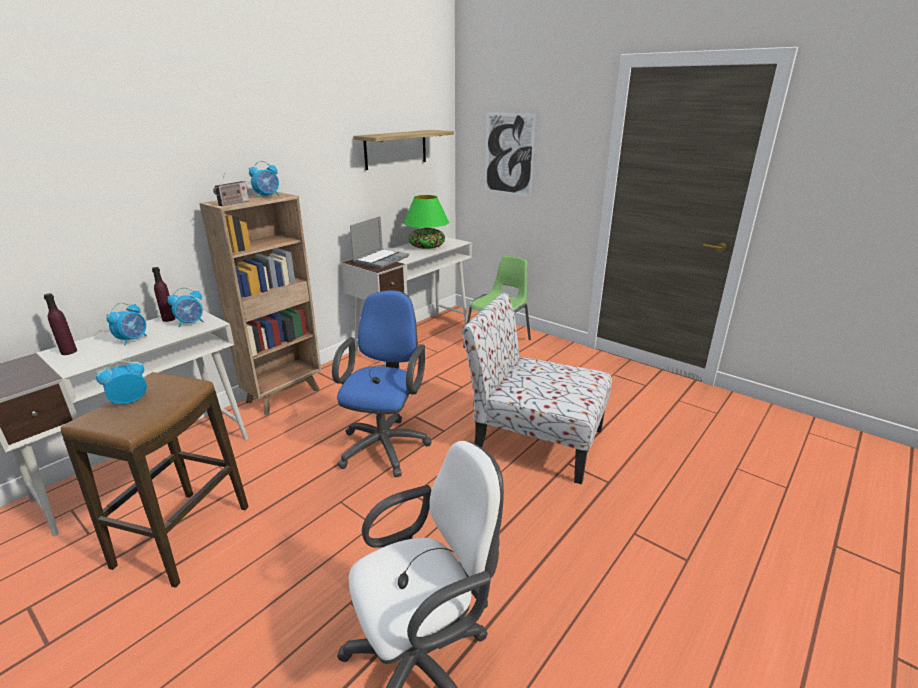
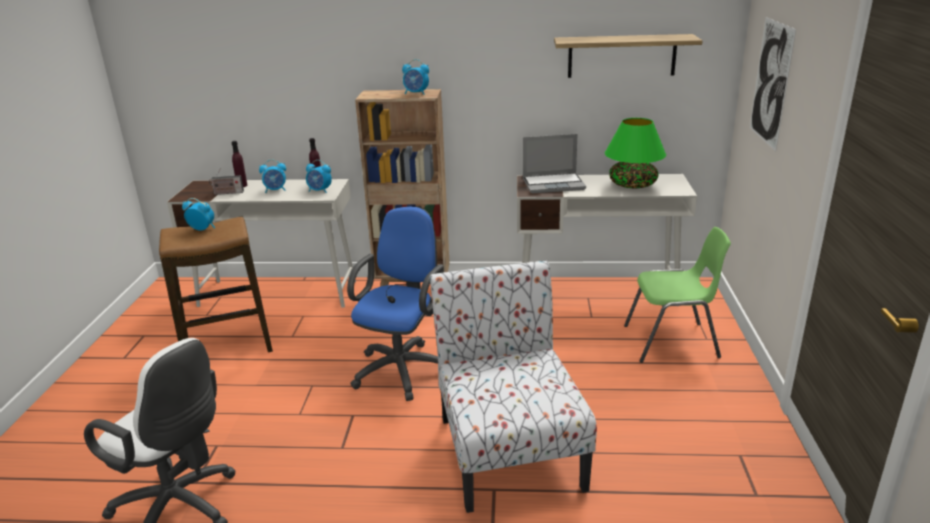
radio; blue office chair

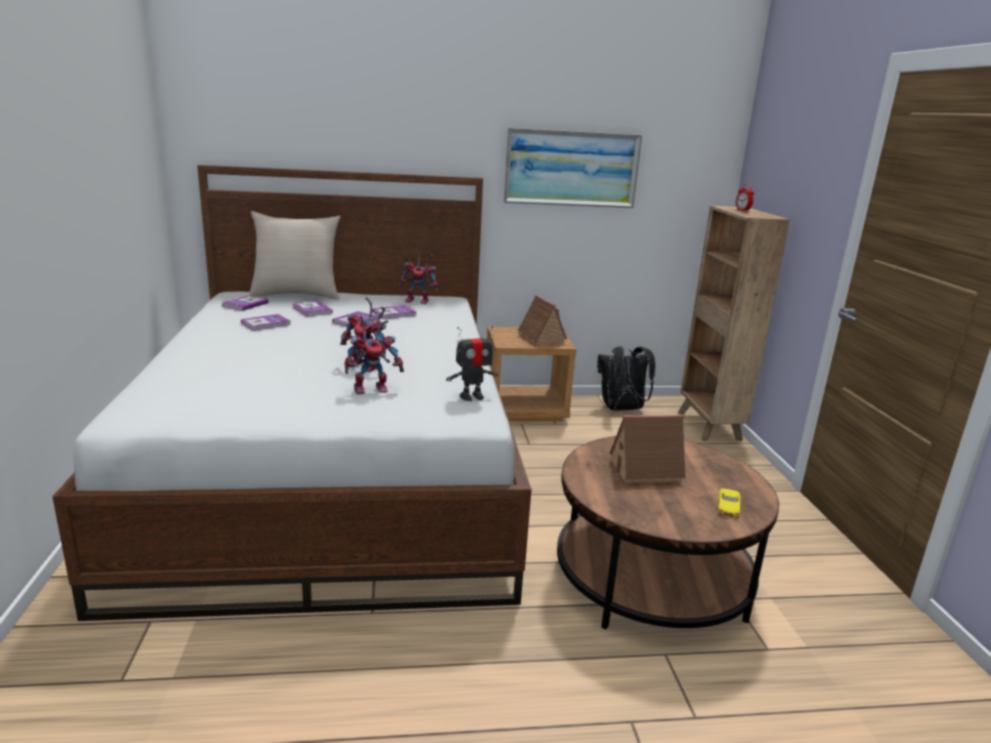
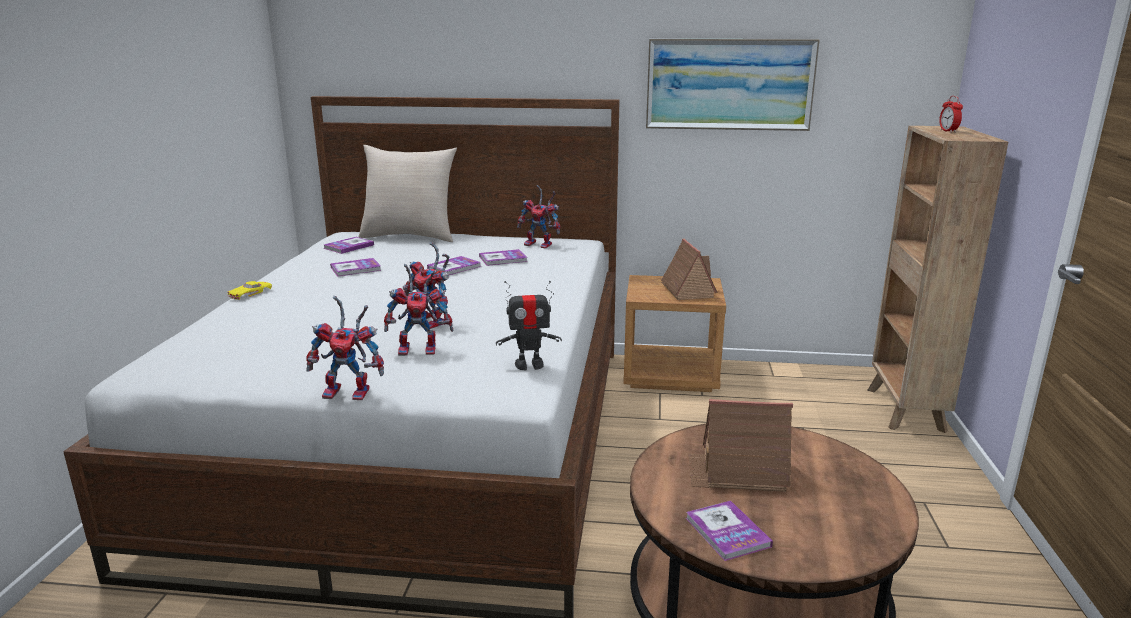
yellow toy car; toy robot (1st from left); book (5th from left); black backpack

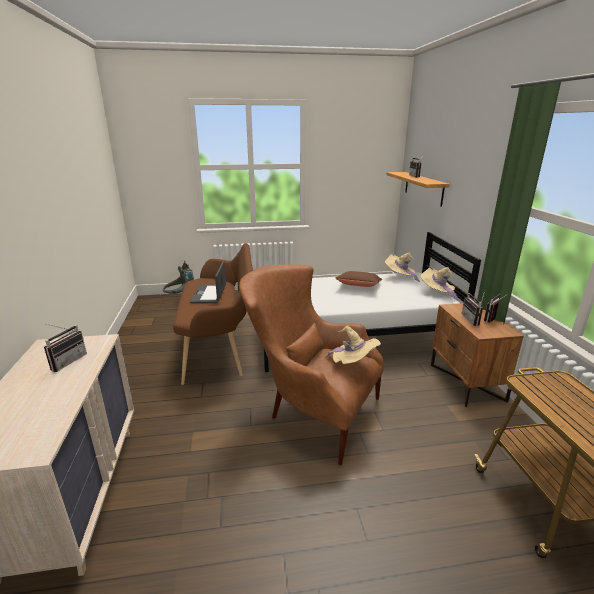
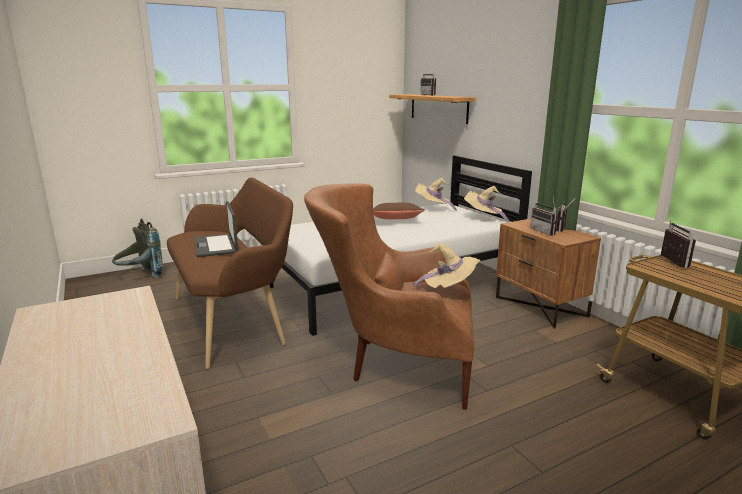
radio (4th from left)

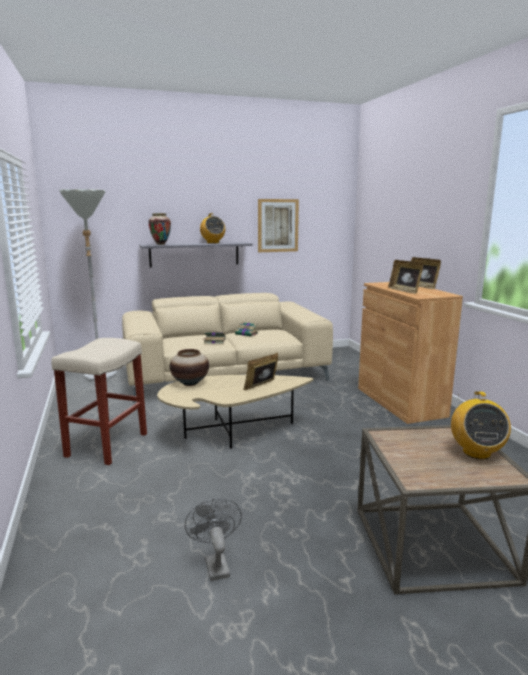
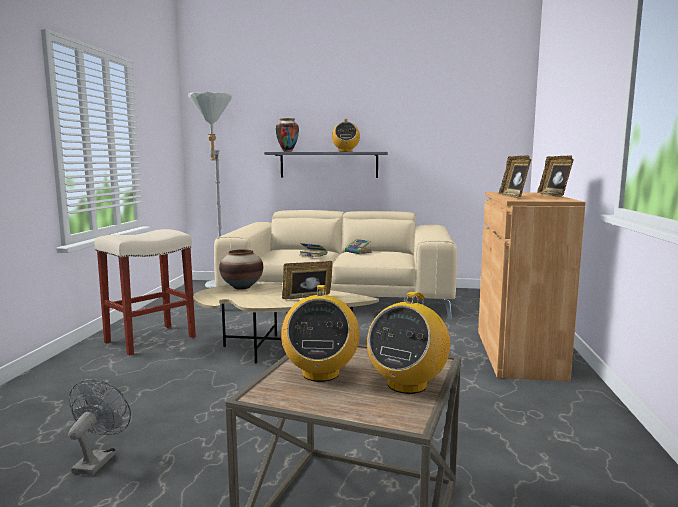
radio (1st from left); picture

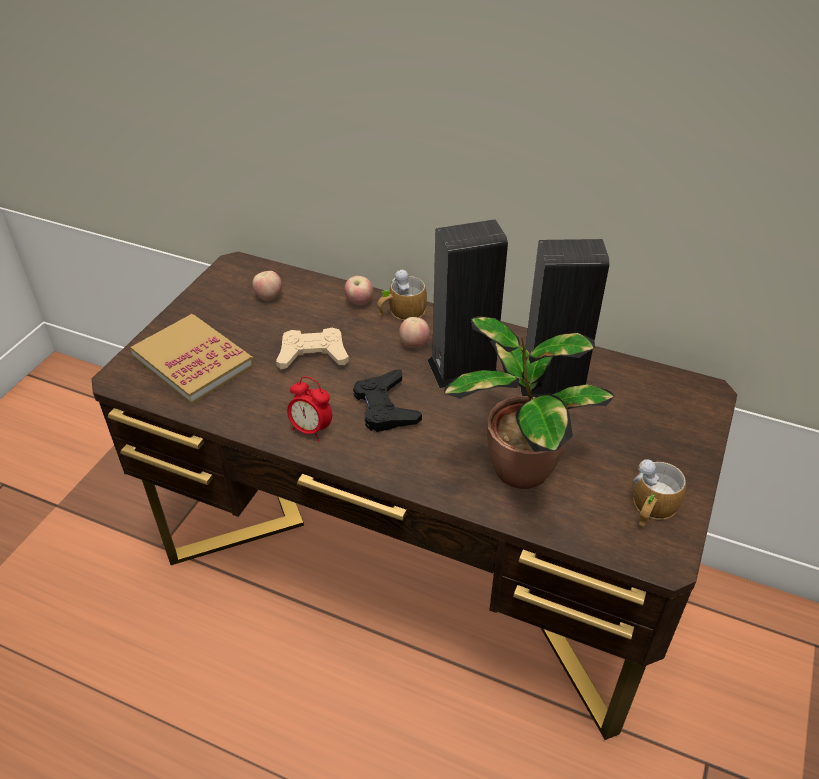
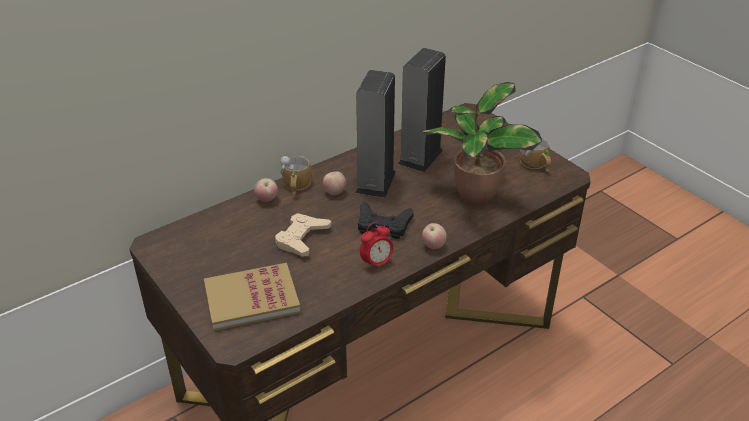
apple (3rd from left)

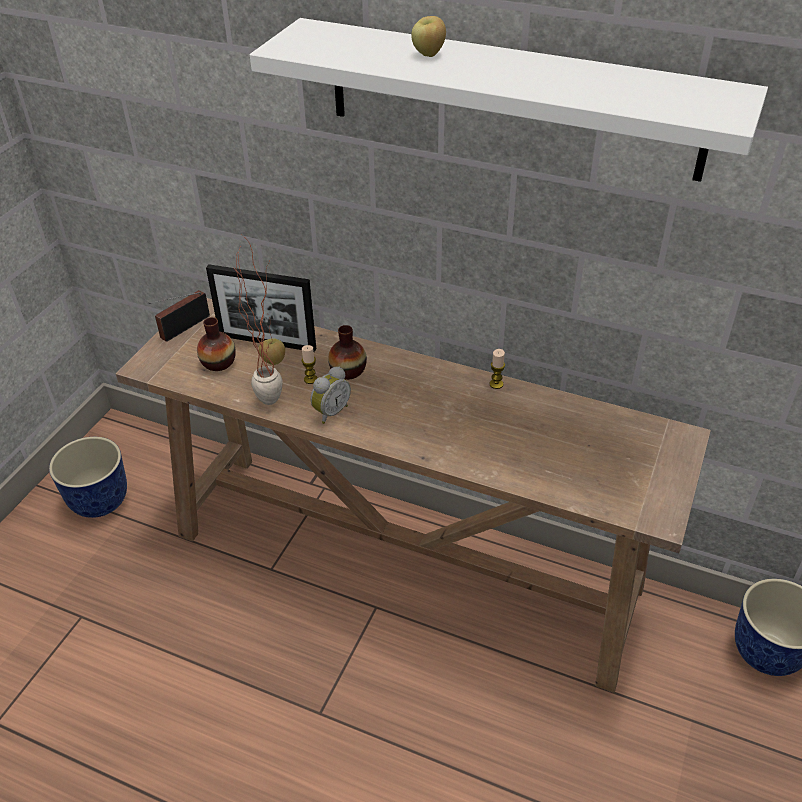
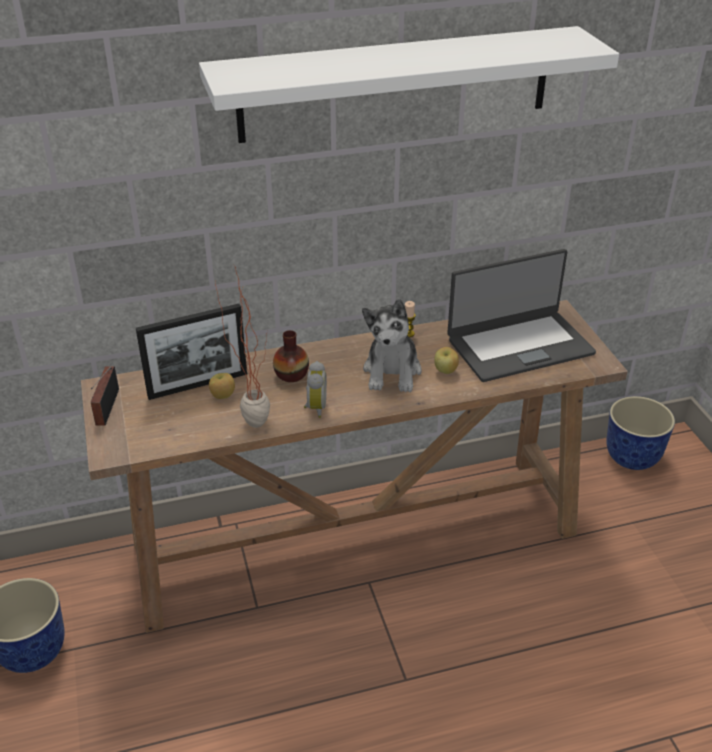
plush toy; apple (2nd from left); laptop; vase (1st from left in the first image); candle (1st from left in the first image)

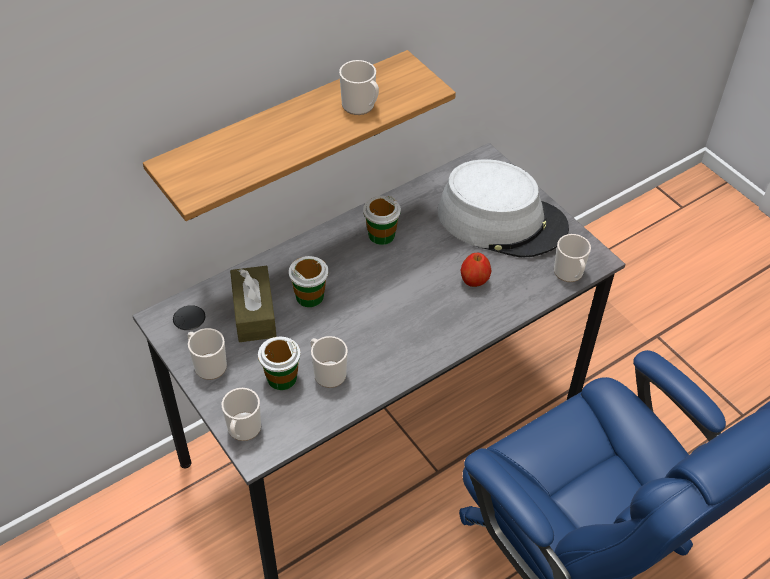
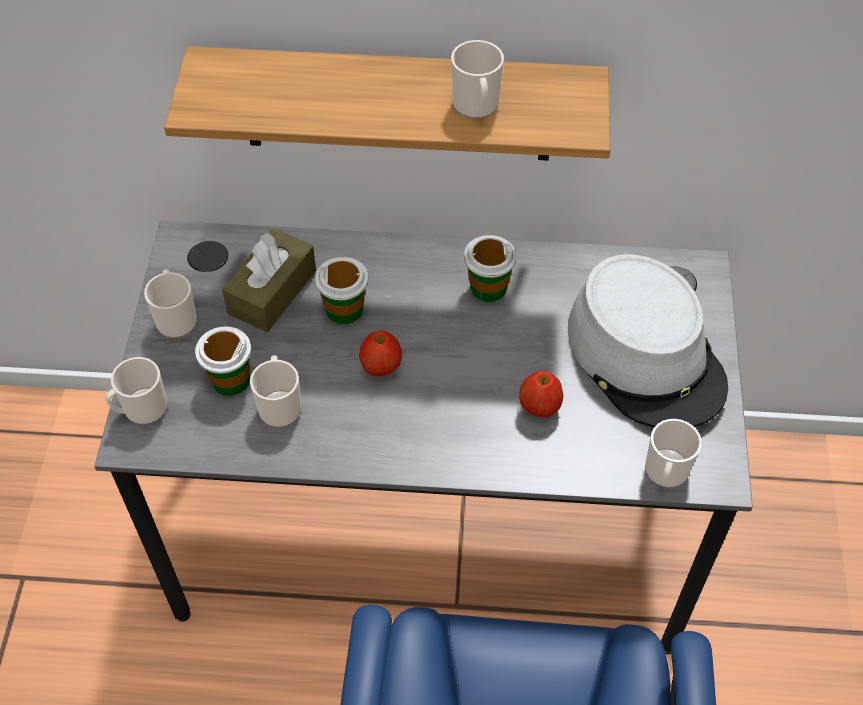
apple (1st from left)

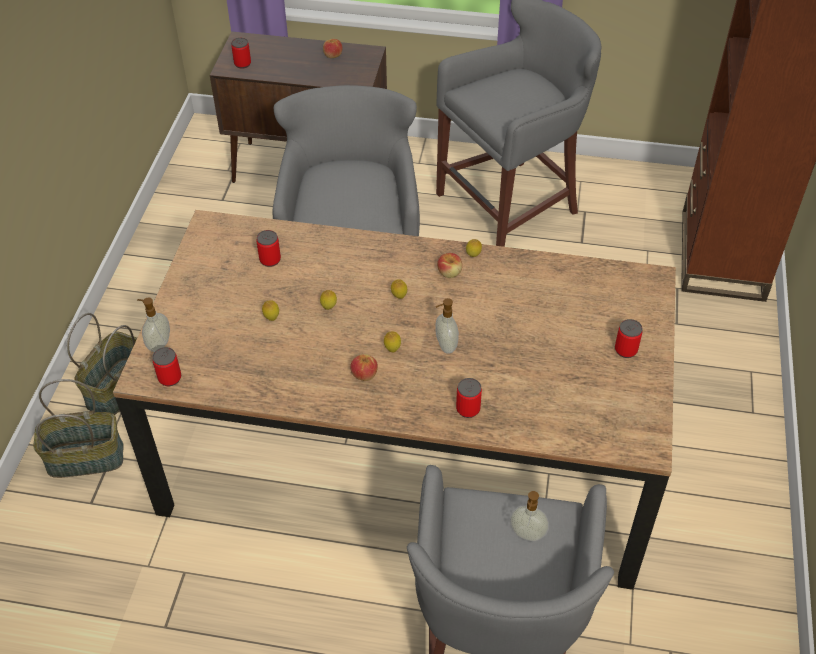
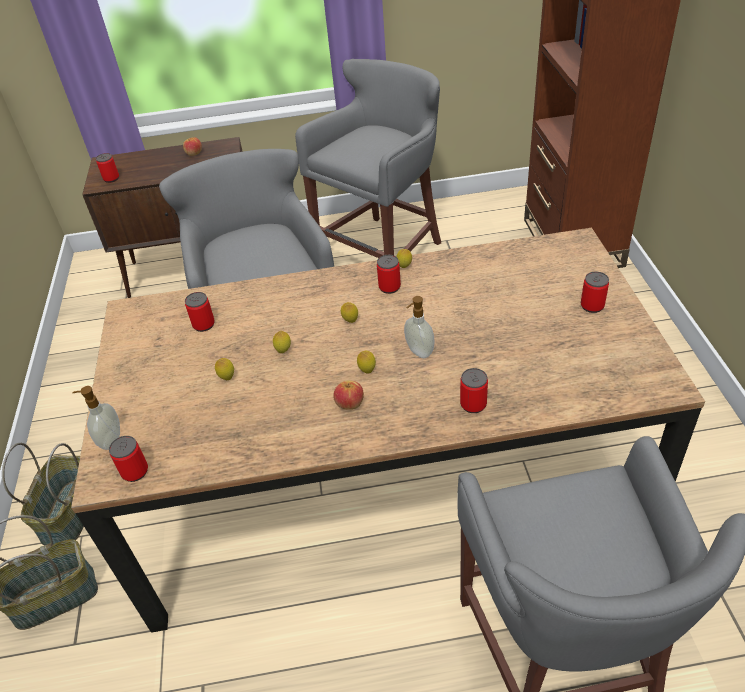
can (4th from left); soap dispenser (3rd from left in the first image)

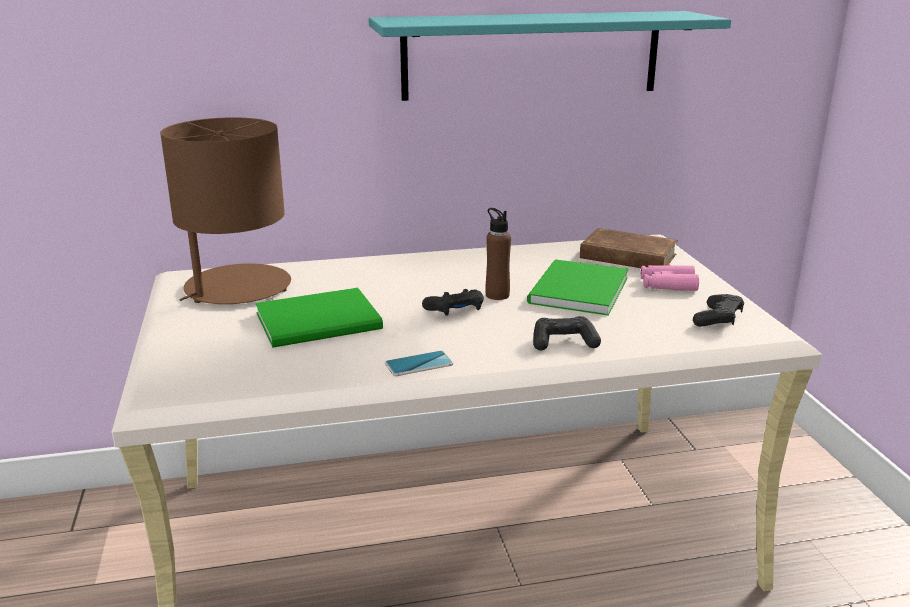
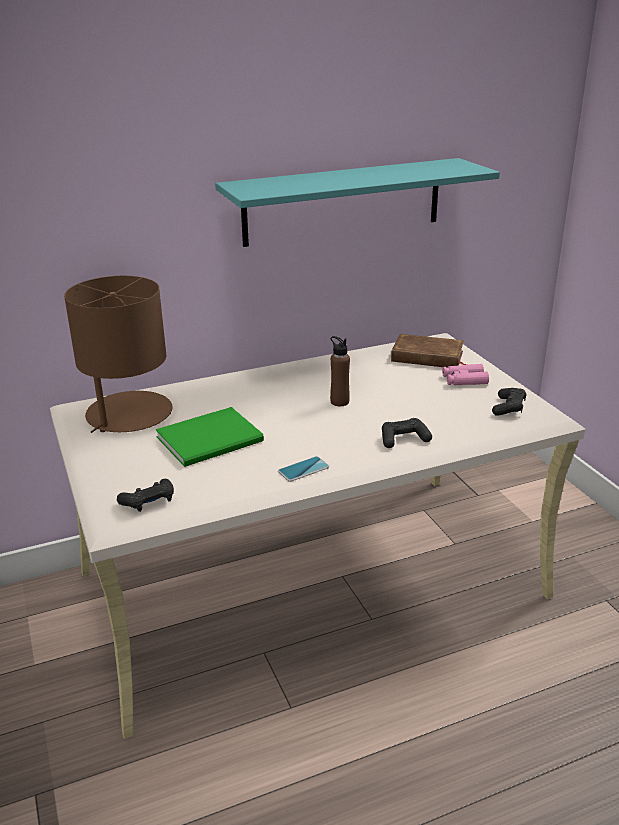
black game controller (1st from left); green book (2nd from left in the first image)

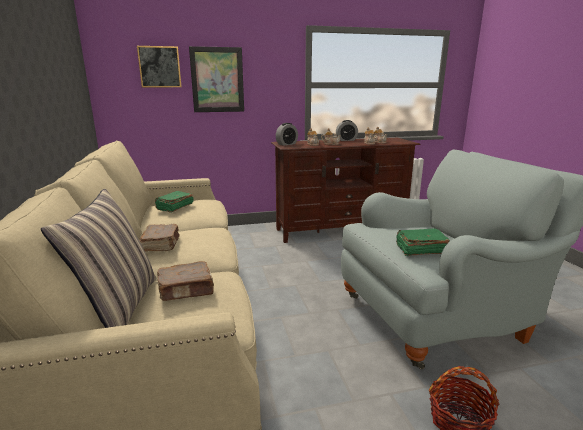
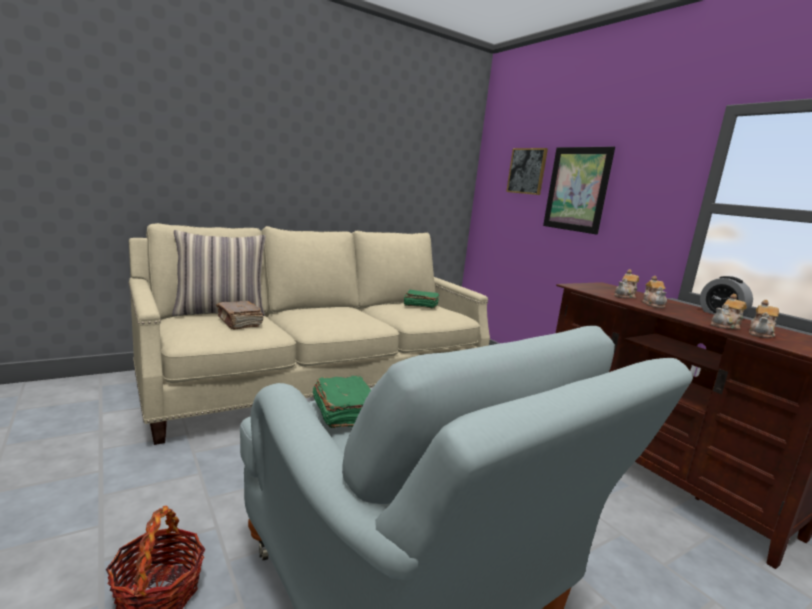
brown book (1st from left in the first image); alarm clock (1st from left in the first image)

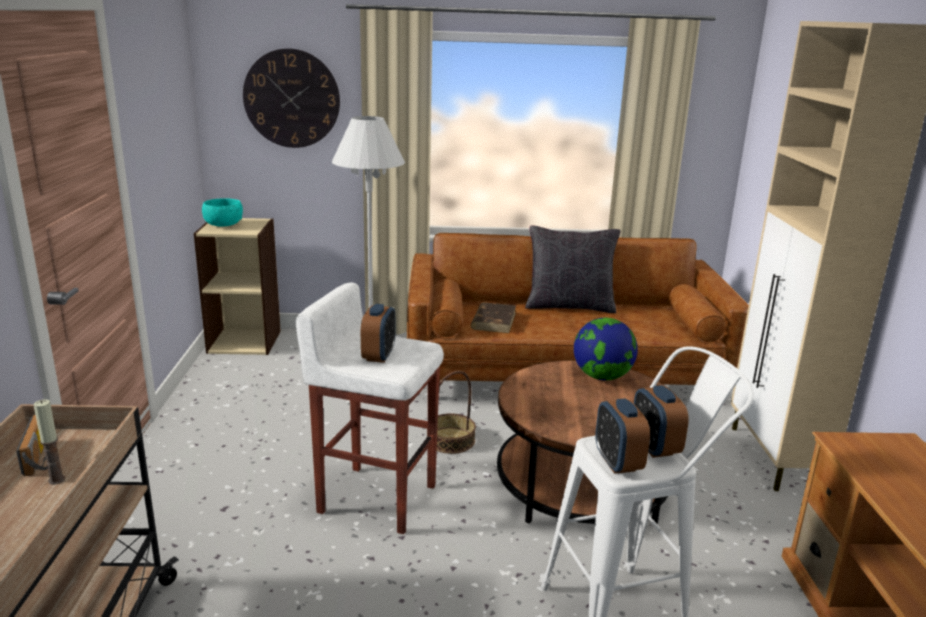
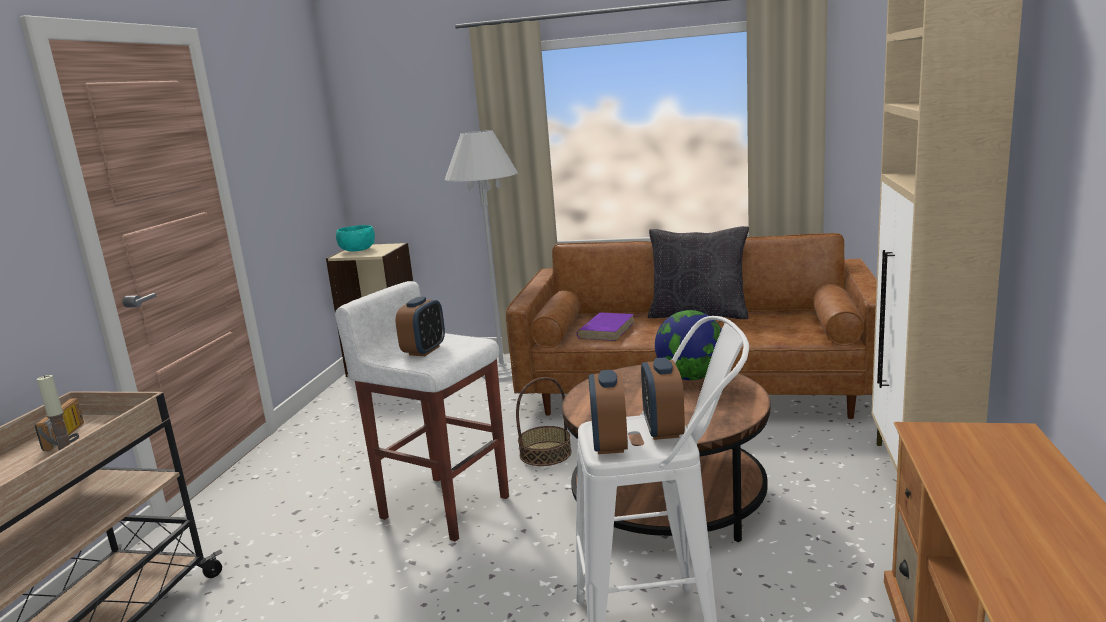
purple book; wall clock

